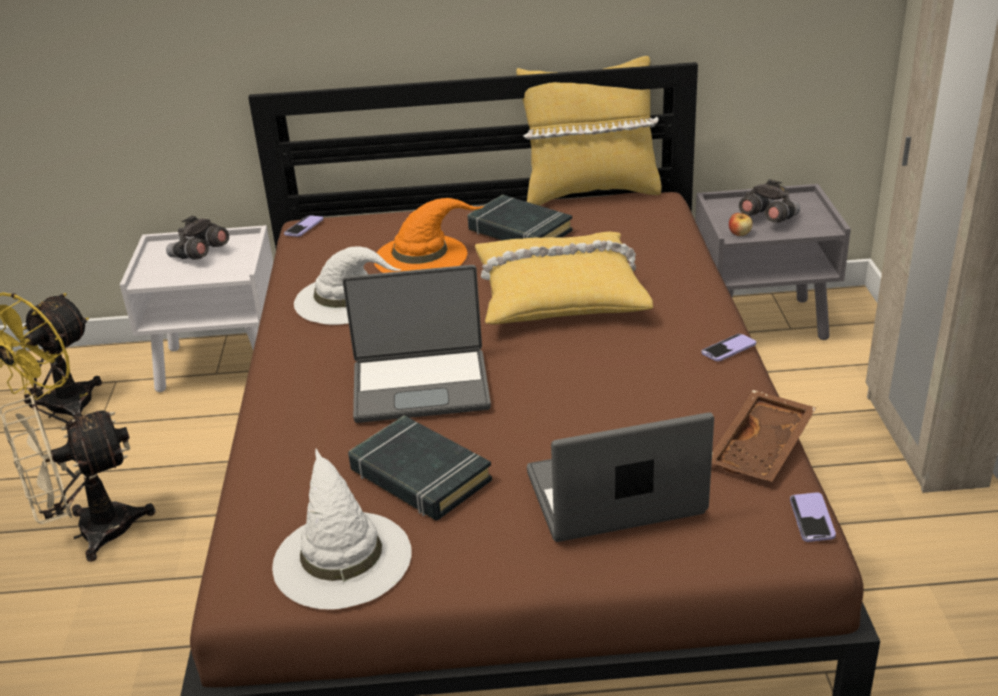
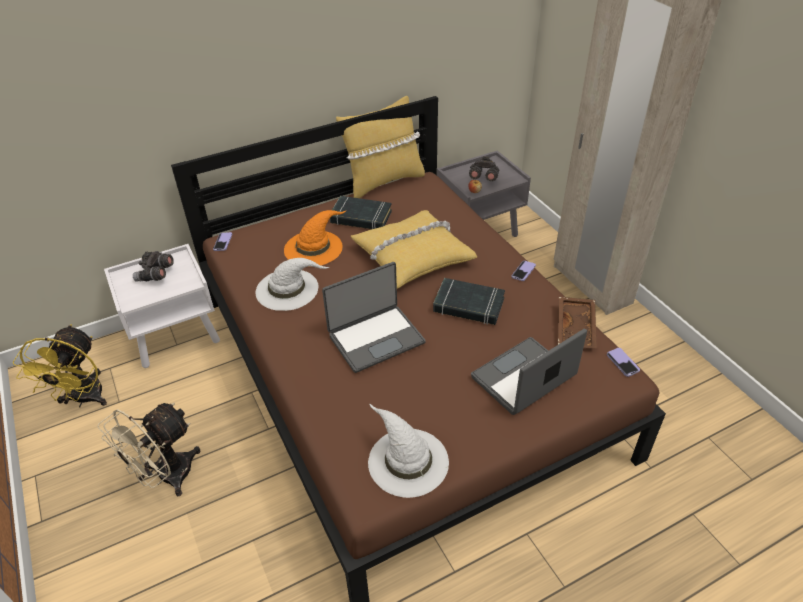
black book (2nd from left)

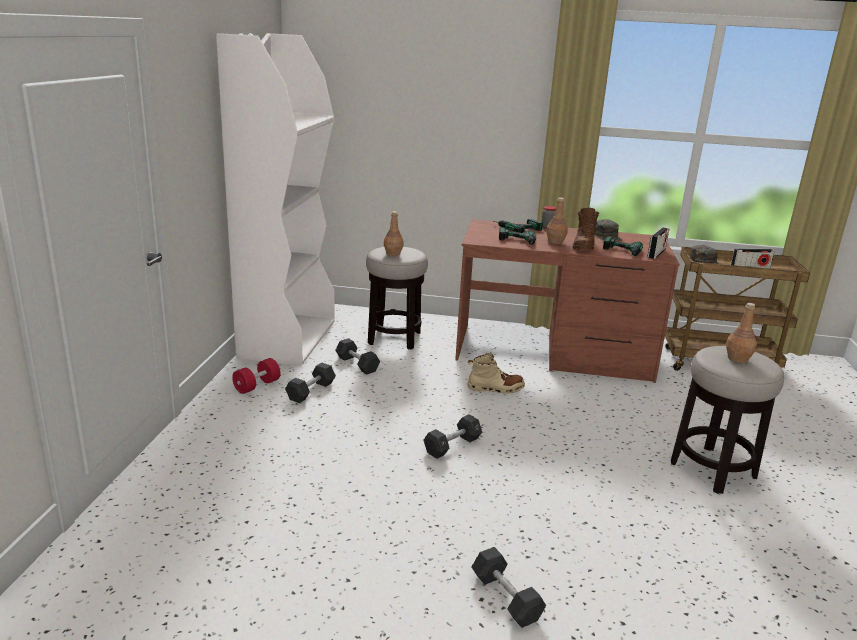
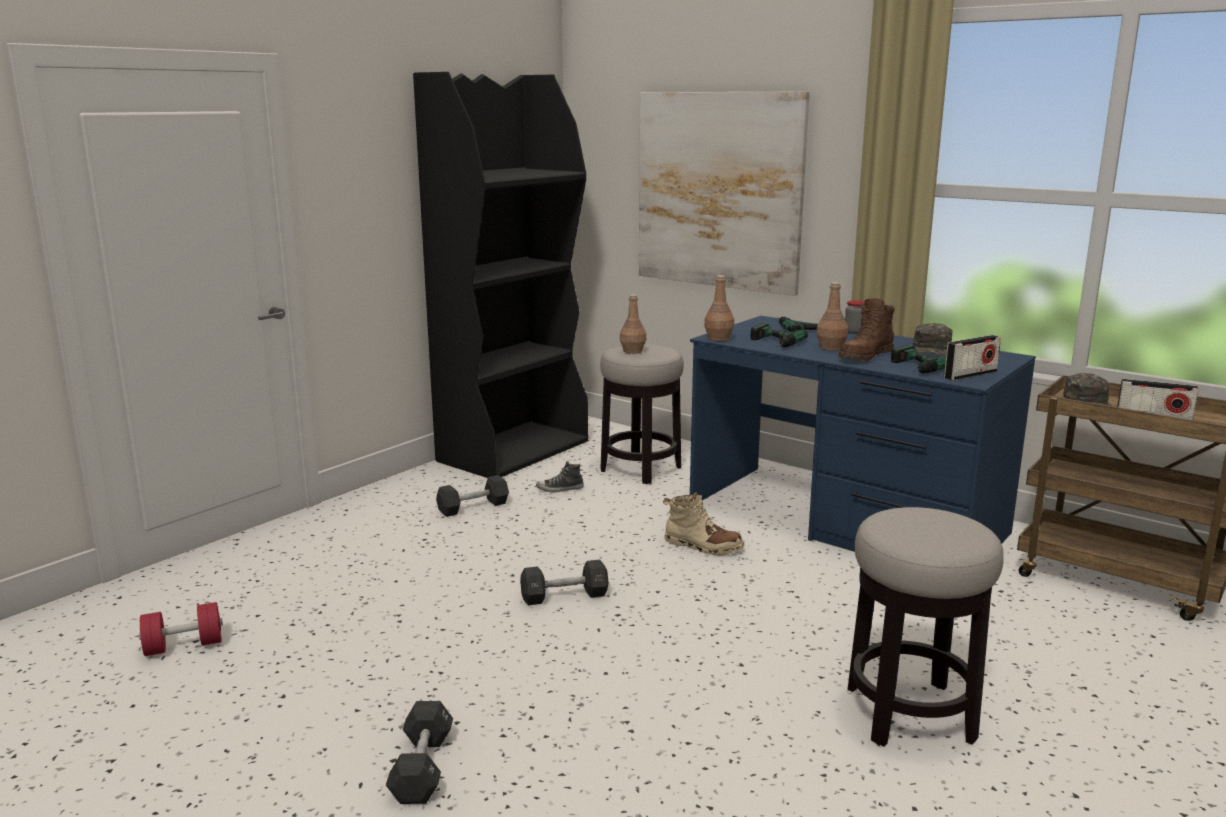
red dumbbell; black bookcase; shoe; picture; blue desk; brown bottle (2nd from left)

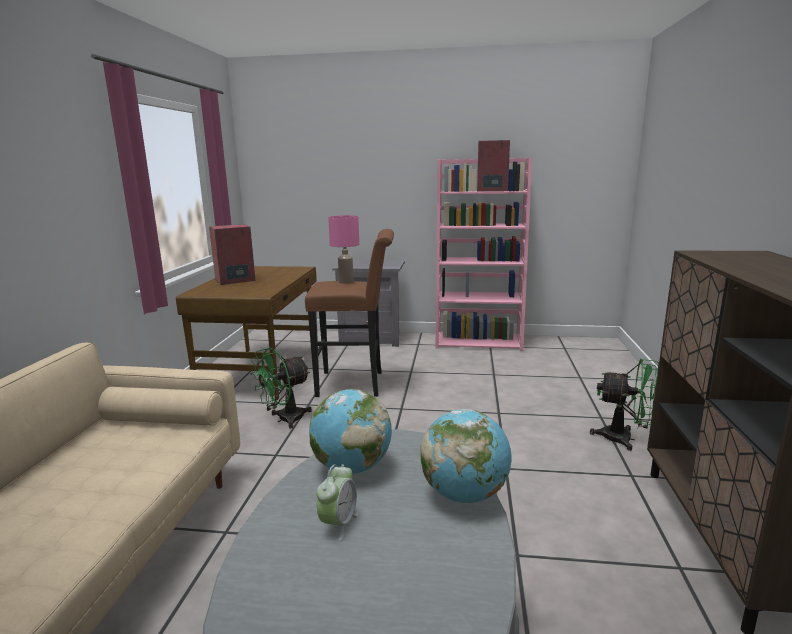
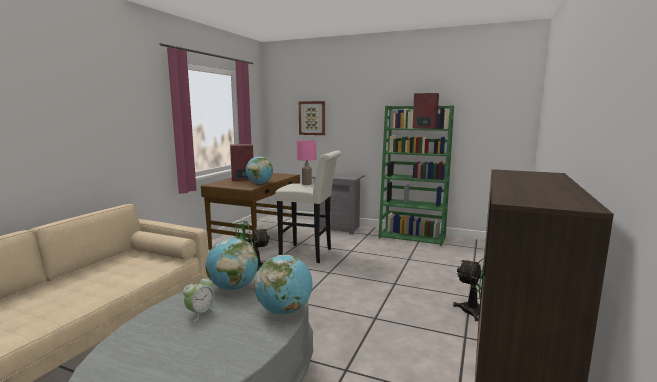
globe (2nd from left); white stool; picture; green bookcase

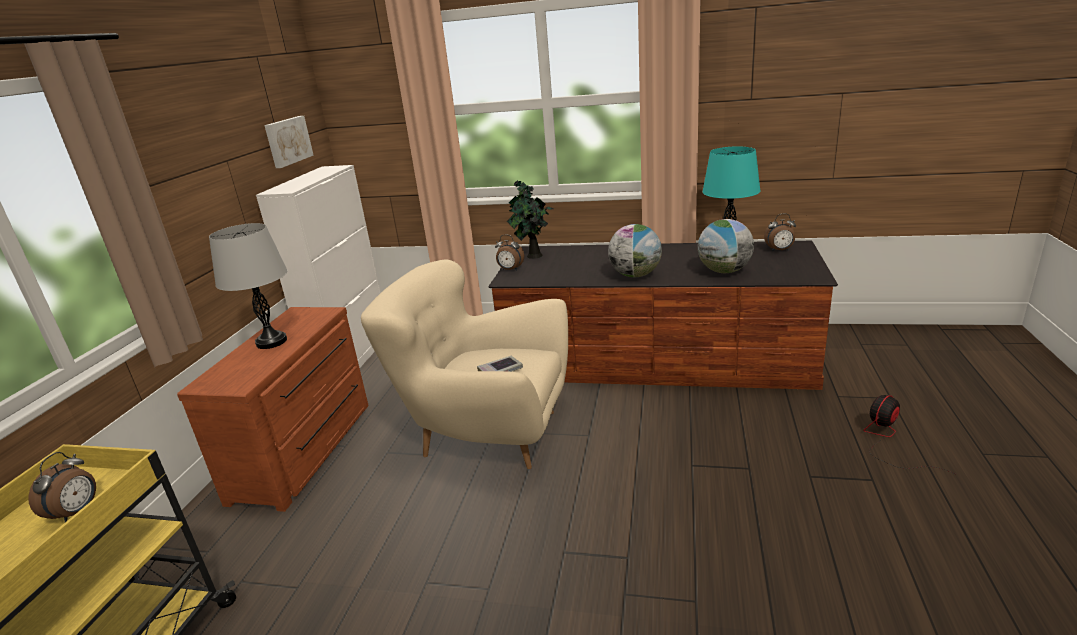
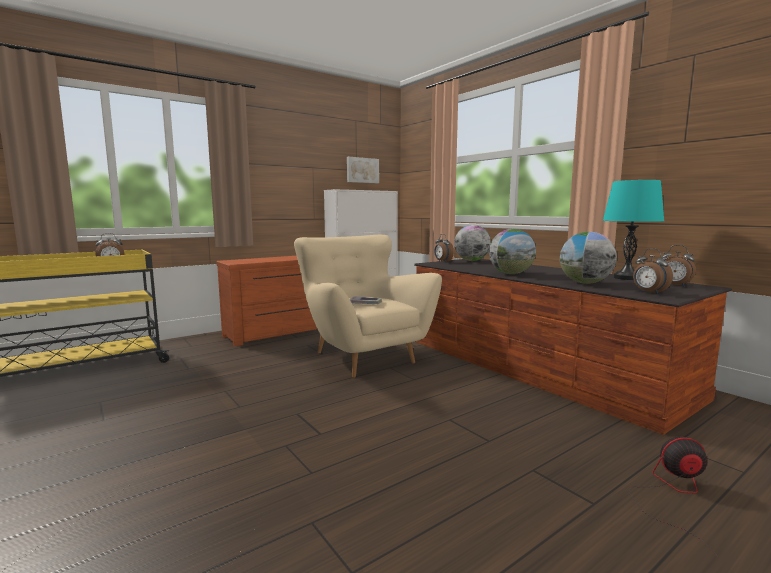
globe (1st from left); alarm clock (3rd from left); grey table lamp

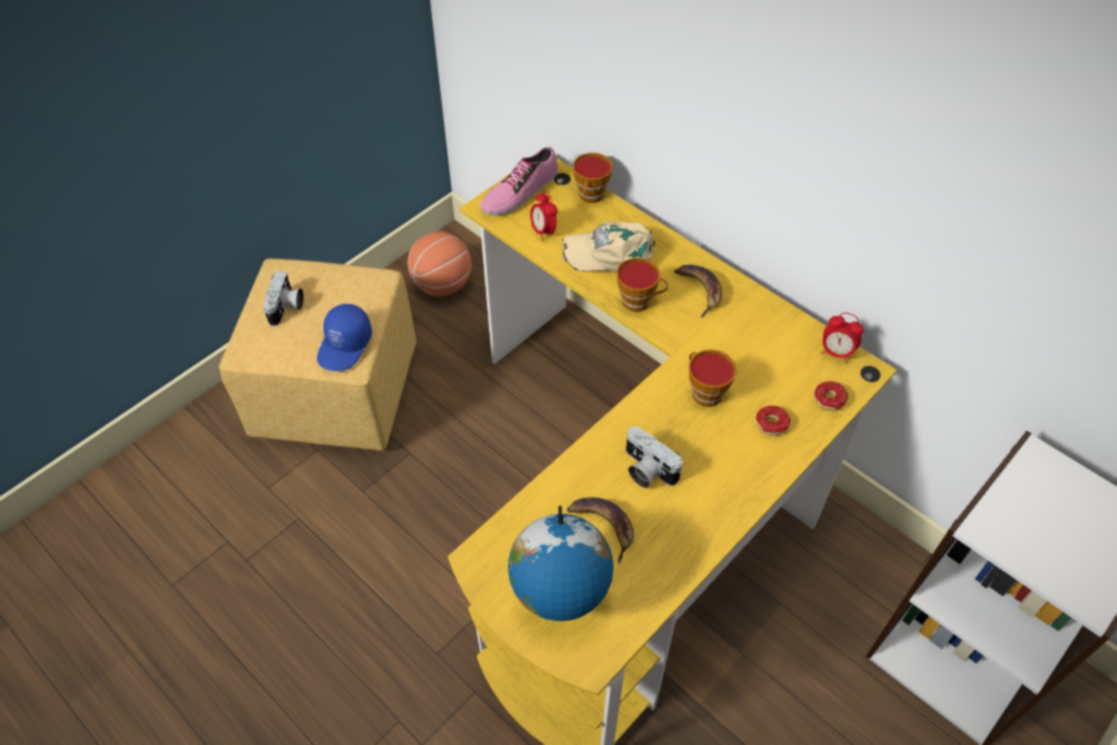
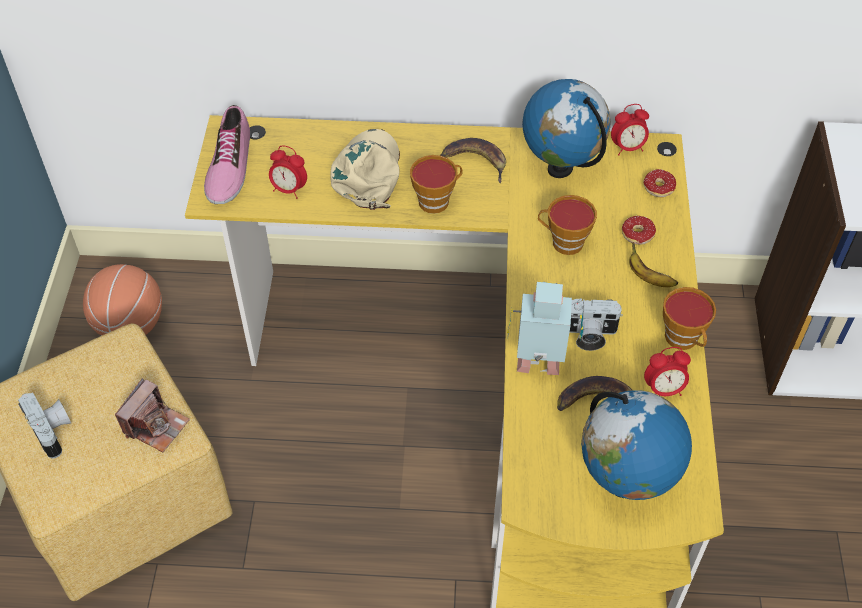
photo camera (2nd from left); beige cap; toy robot; globe (1st from left); banana (3rd from left); alarm clock (3rd from left); cup (3rd from left)

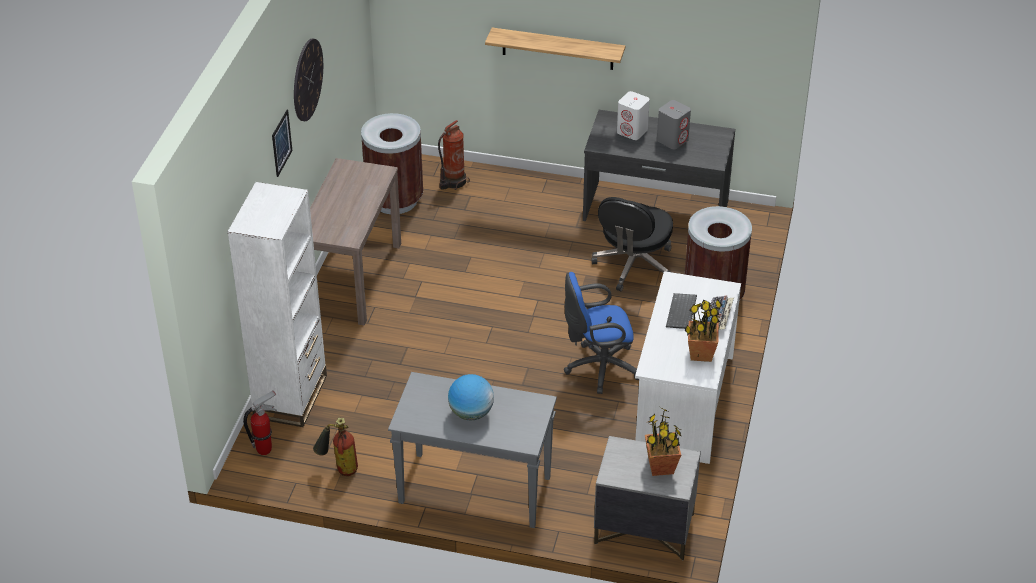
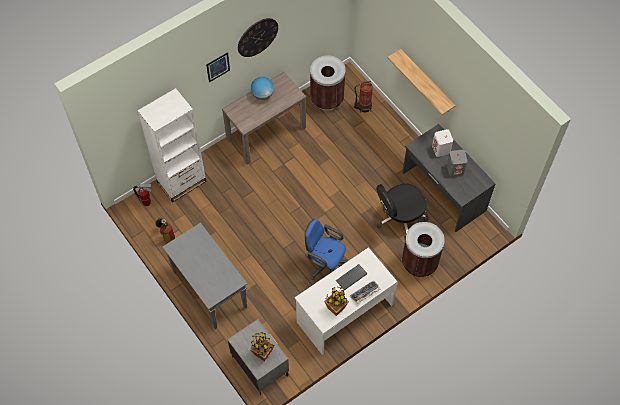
globe

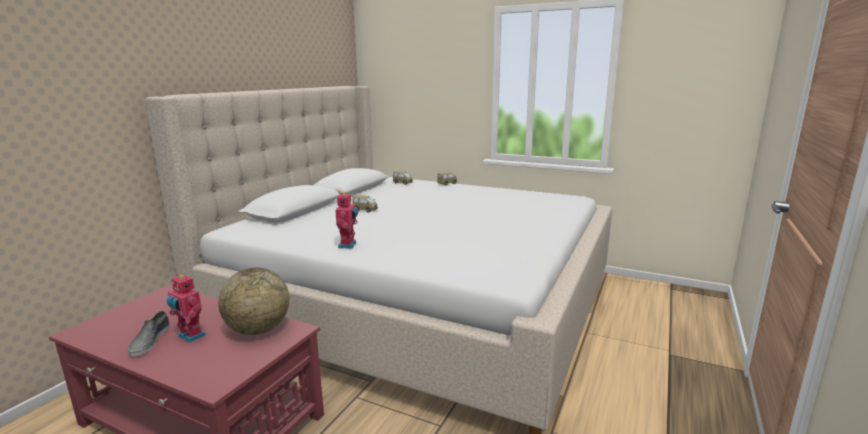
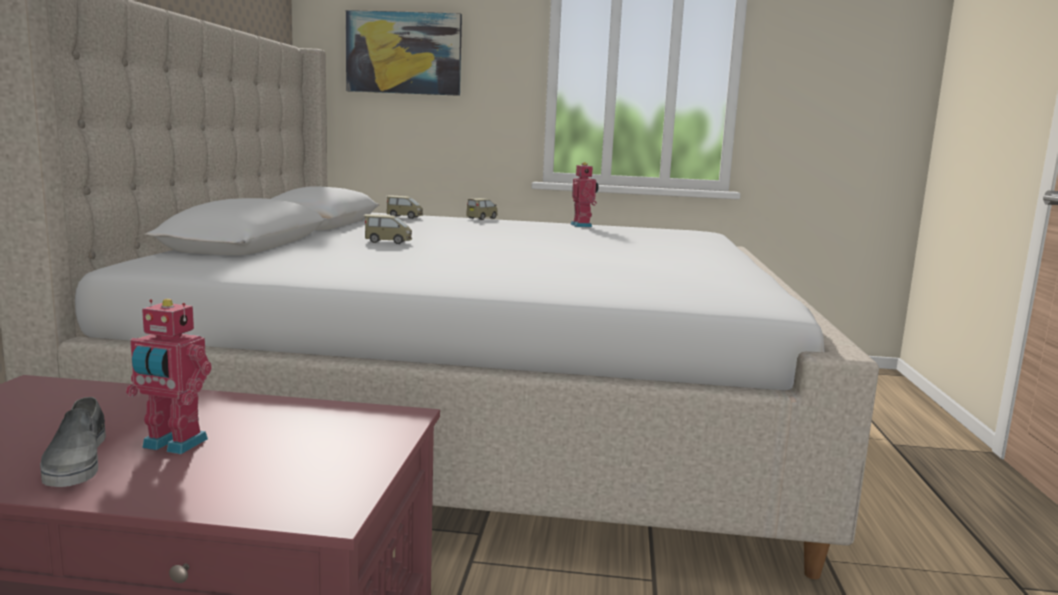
picture; toy robot (2nd from left); globe

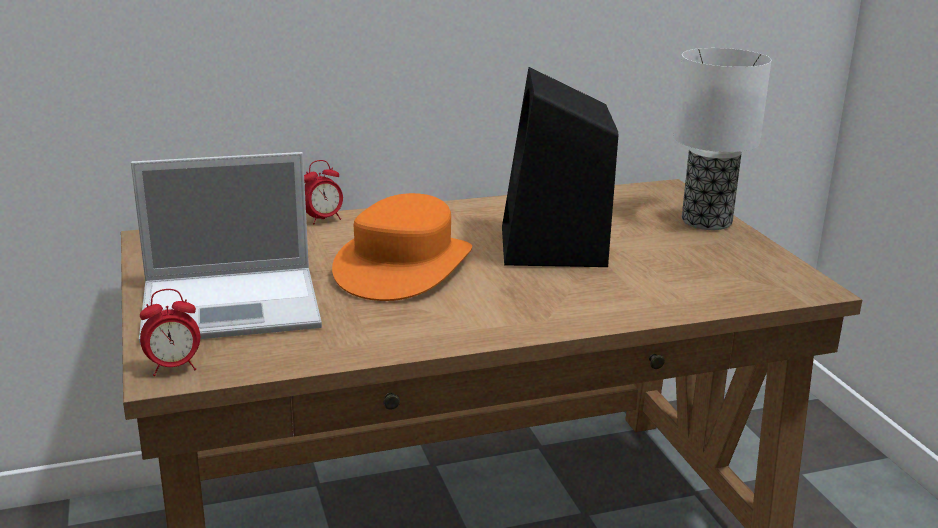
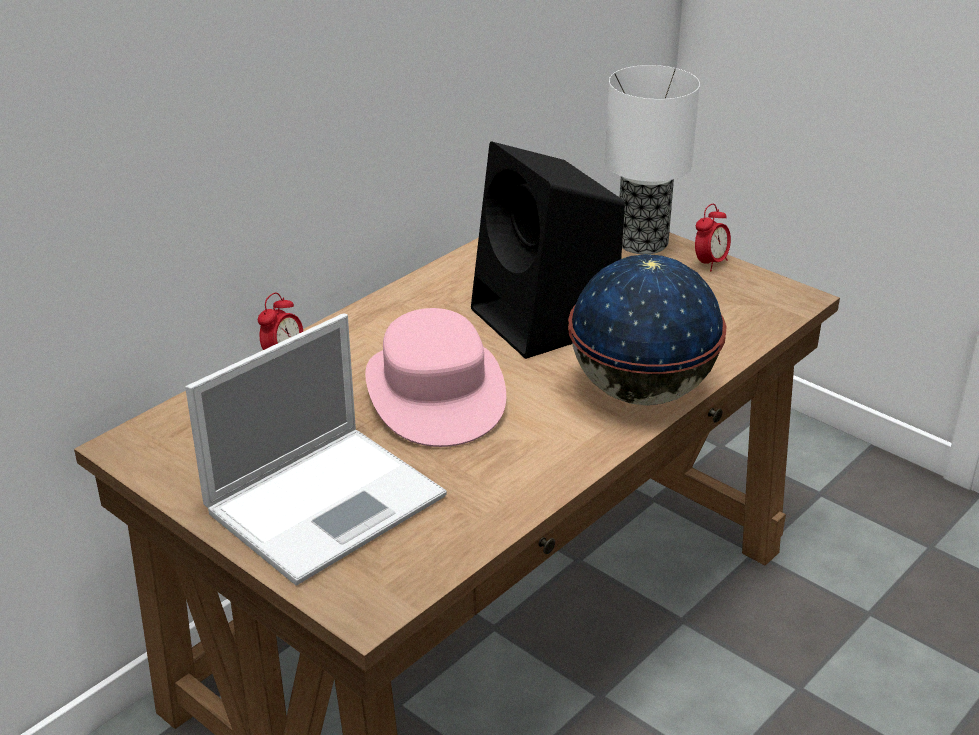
pink hat; globe; alarm clock (2nd from left)

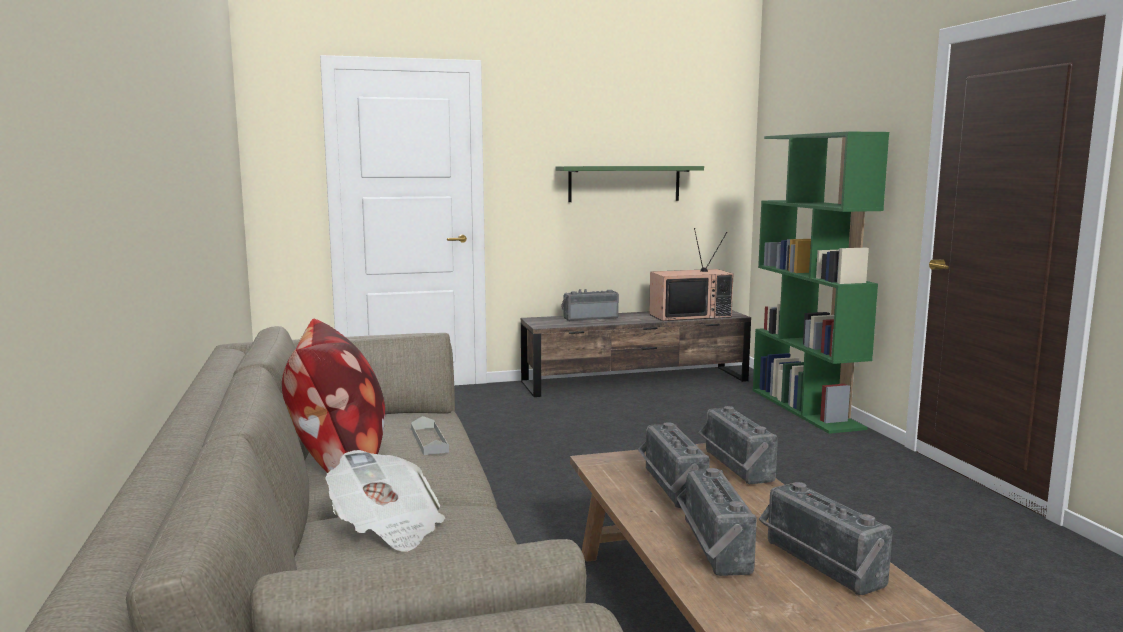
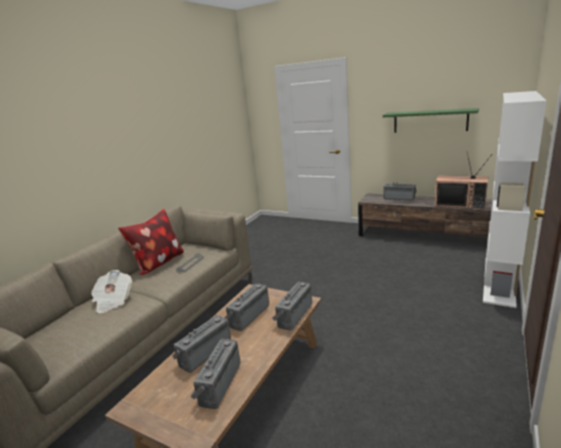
white bookcase

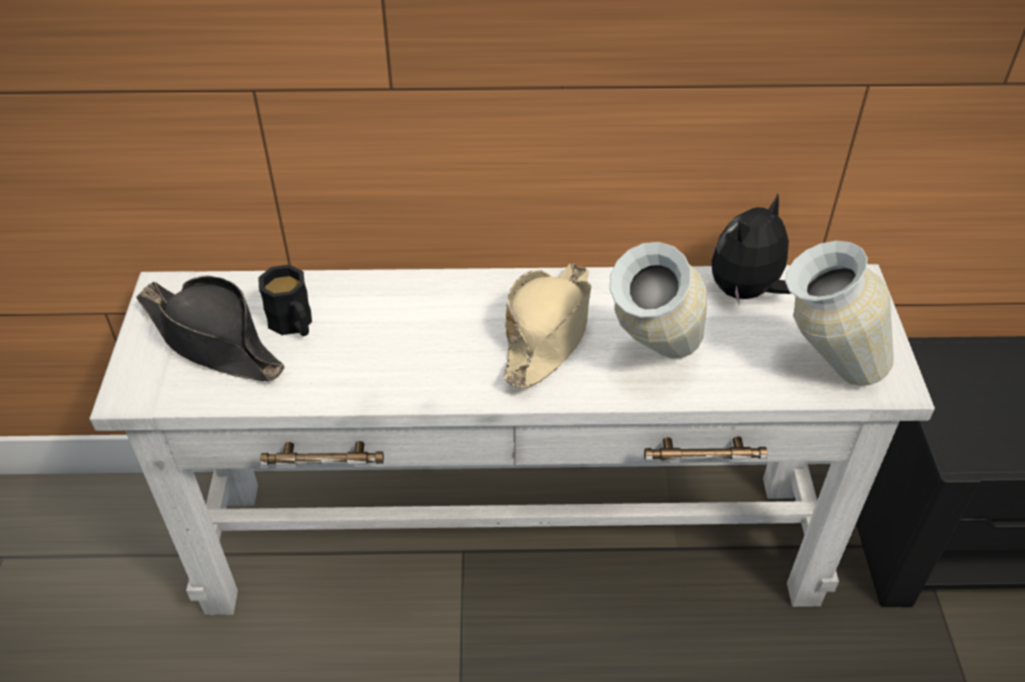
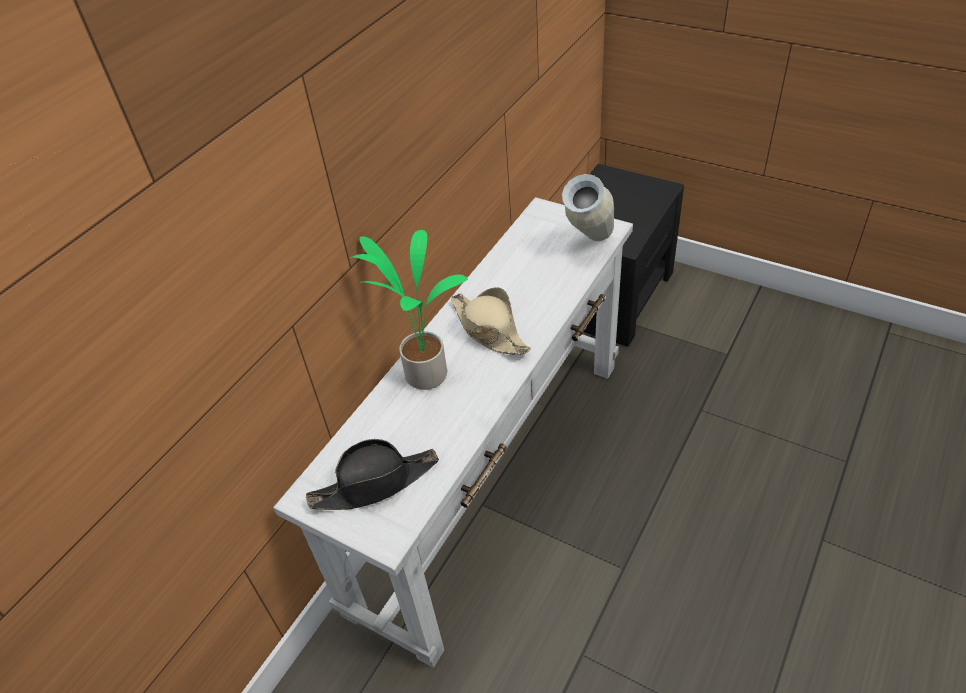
potted plant; black mug; vase (1st from left in the first image); plush toy

